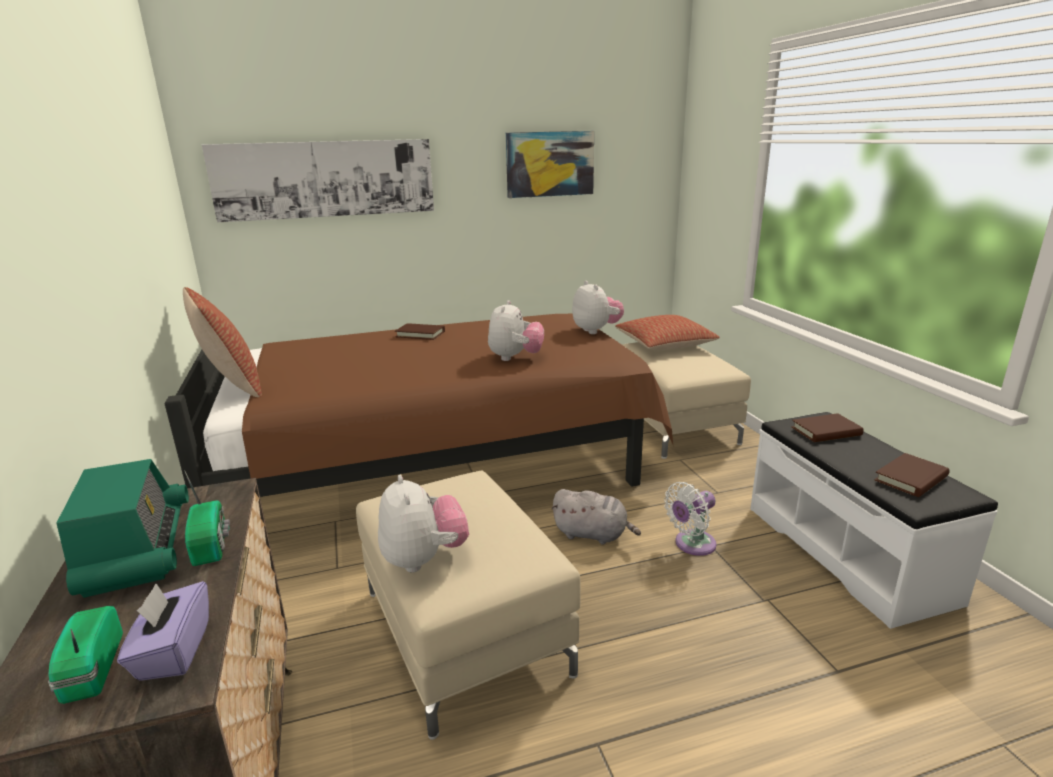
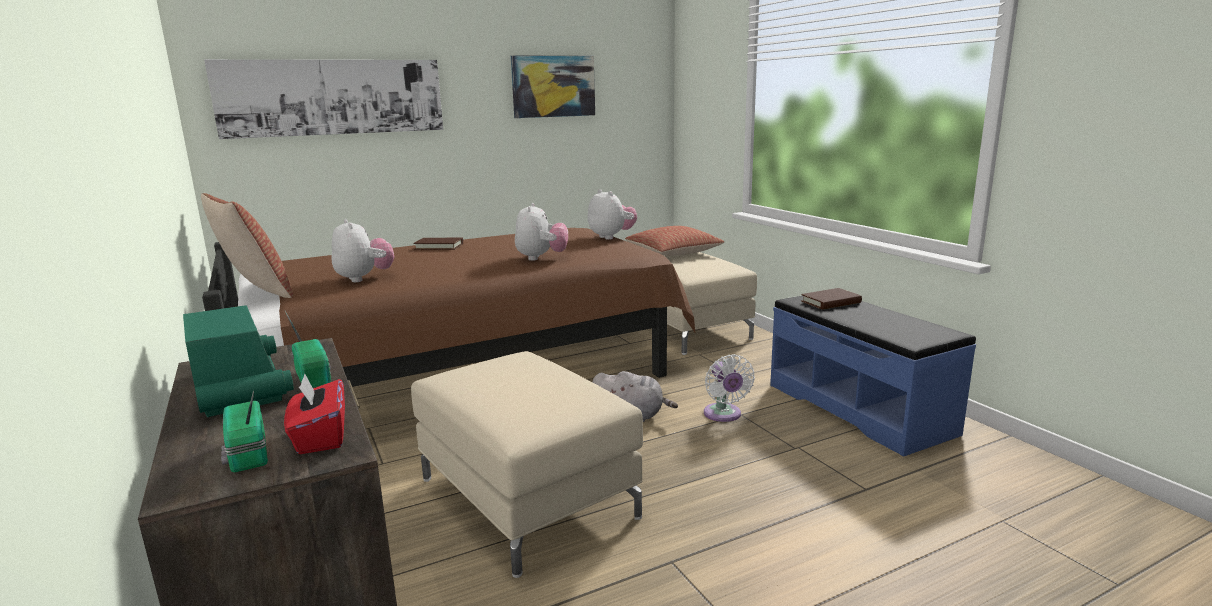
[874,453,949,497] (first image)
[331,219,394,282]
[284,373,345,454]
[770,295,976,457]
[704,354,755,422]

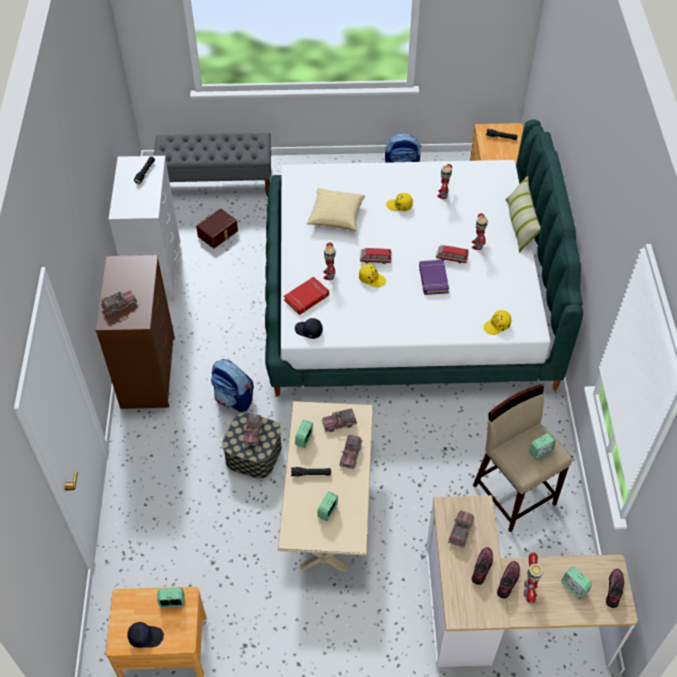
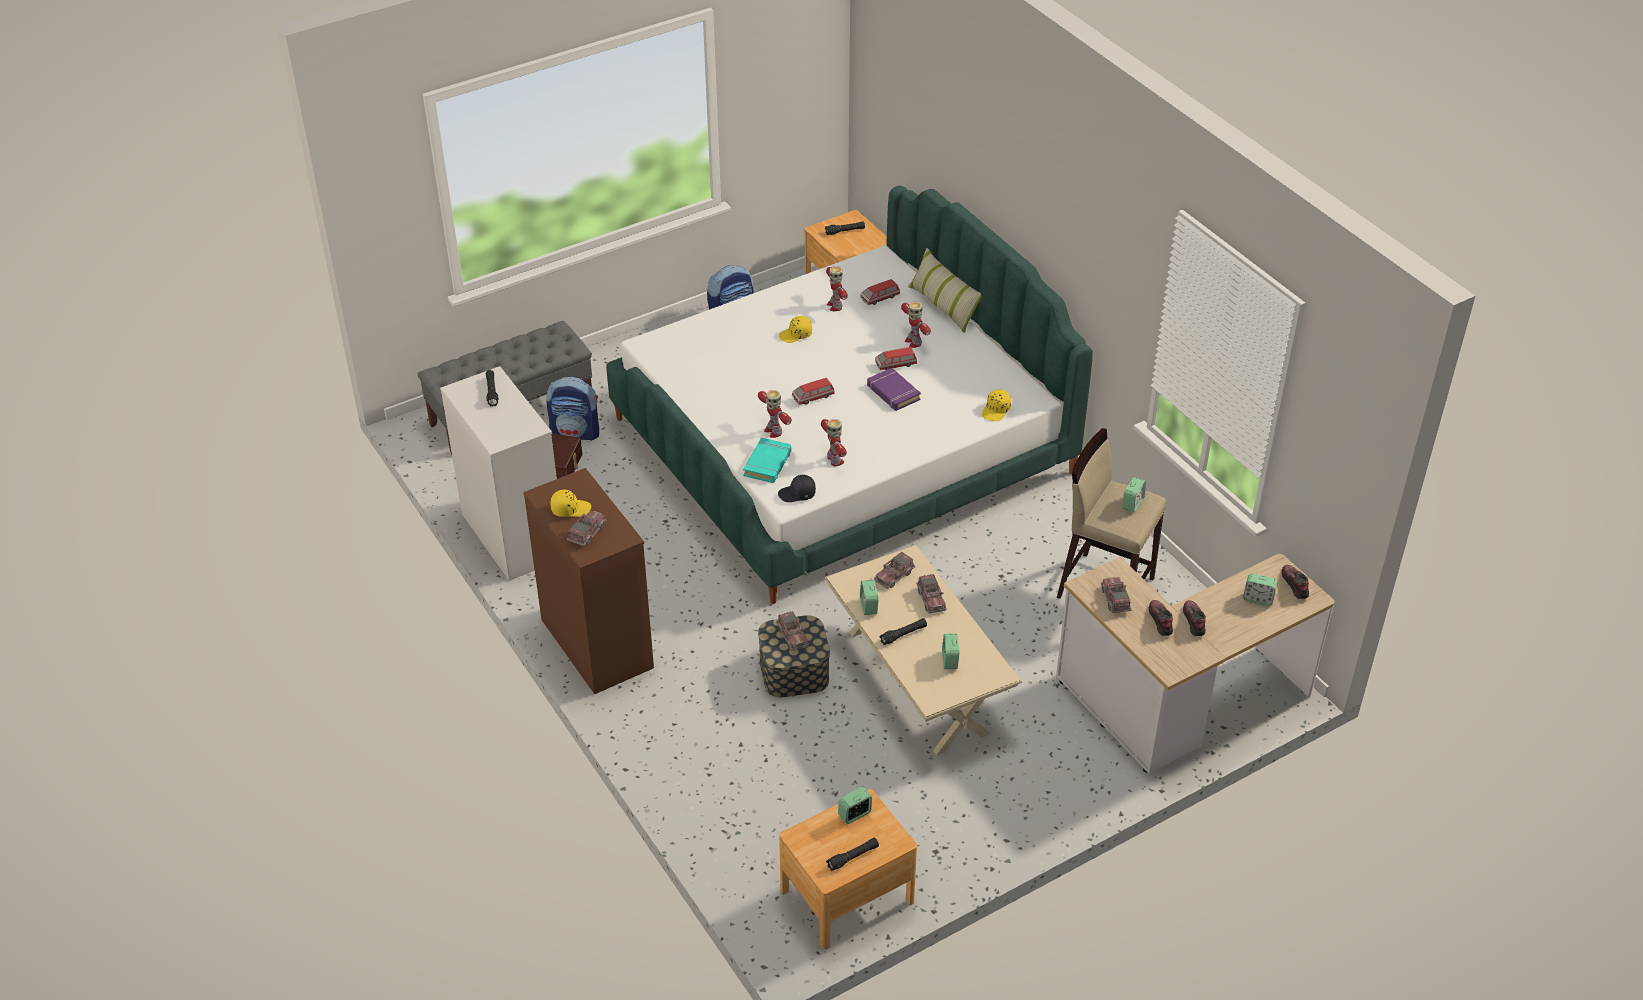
[307,188,365,231] (first image)
[860,279,900,305]
[546,376,599,441]
[550,490,591,517]
[821,419,847,466]
[826,838,879,871]
[743,437,791,483]

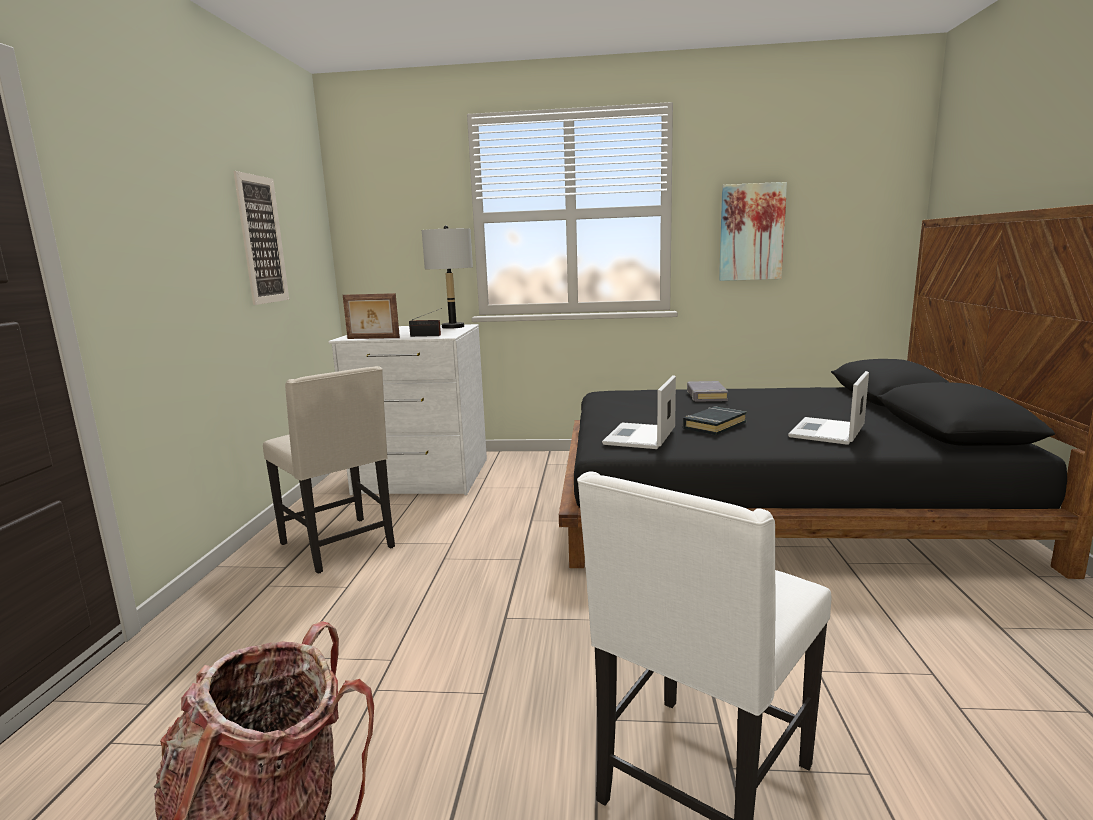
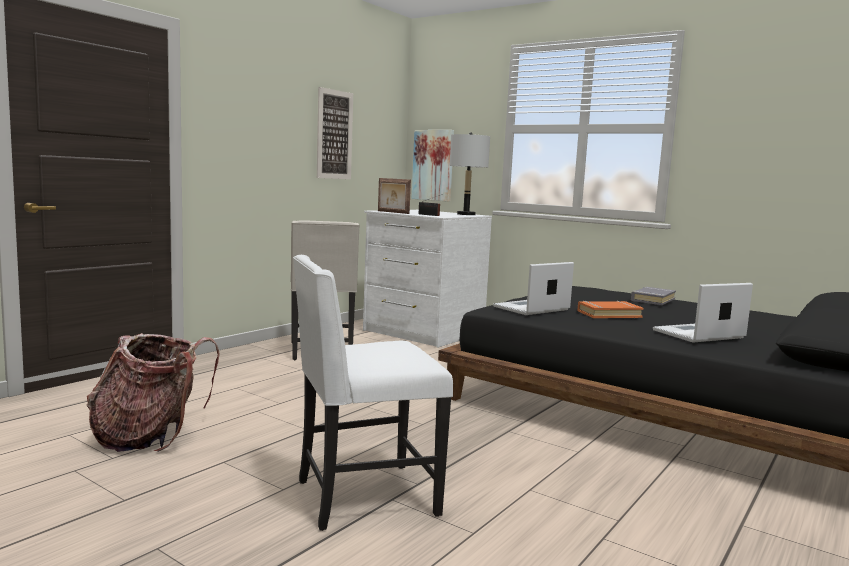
[411,130,454,202]
[577,301,643,318]

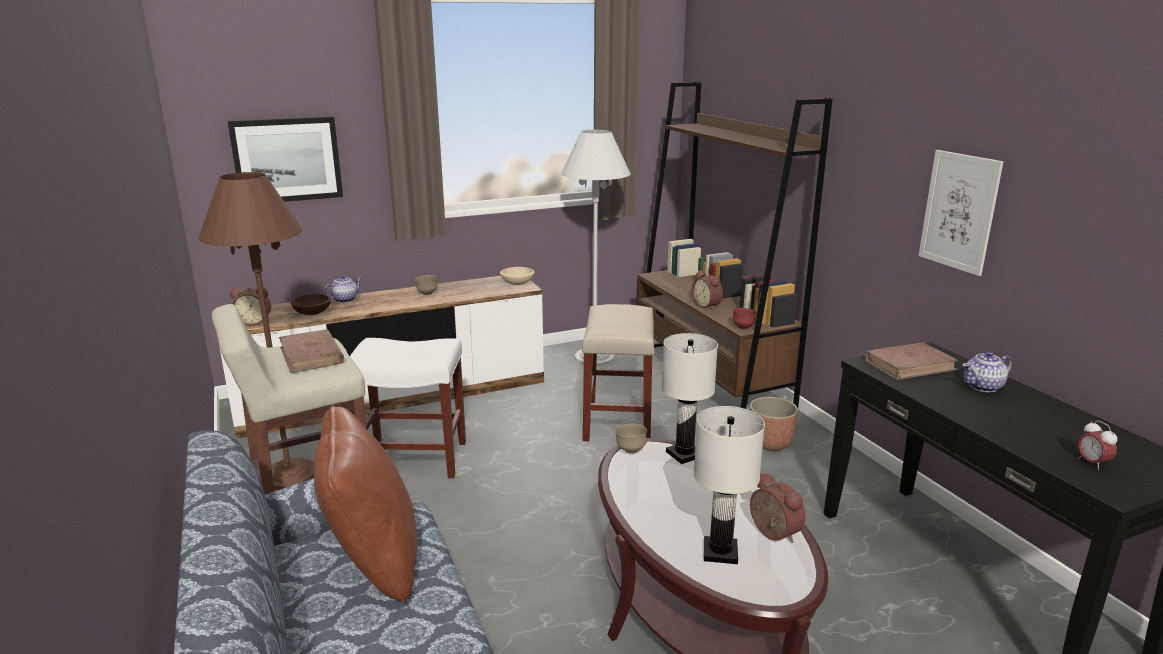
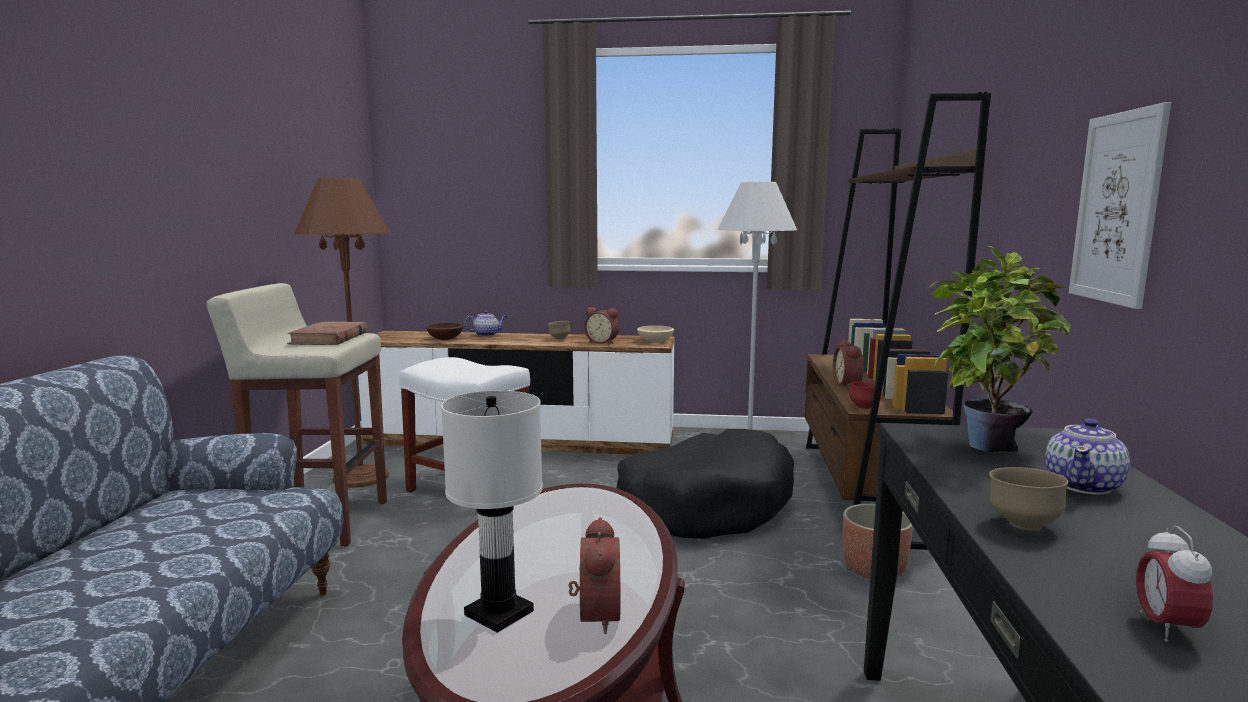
[228,117,343,202] (first image)
[313,406,417,603] (first image)
[662,333,718,464] (first image)
[584,307,619,344]
[989,467,1068,530]
[617,429,794,539]
[929,246,1071,452]
[1045,418,1130,495]

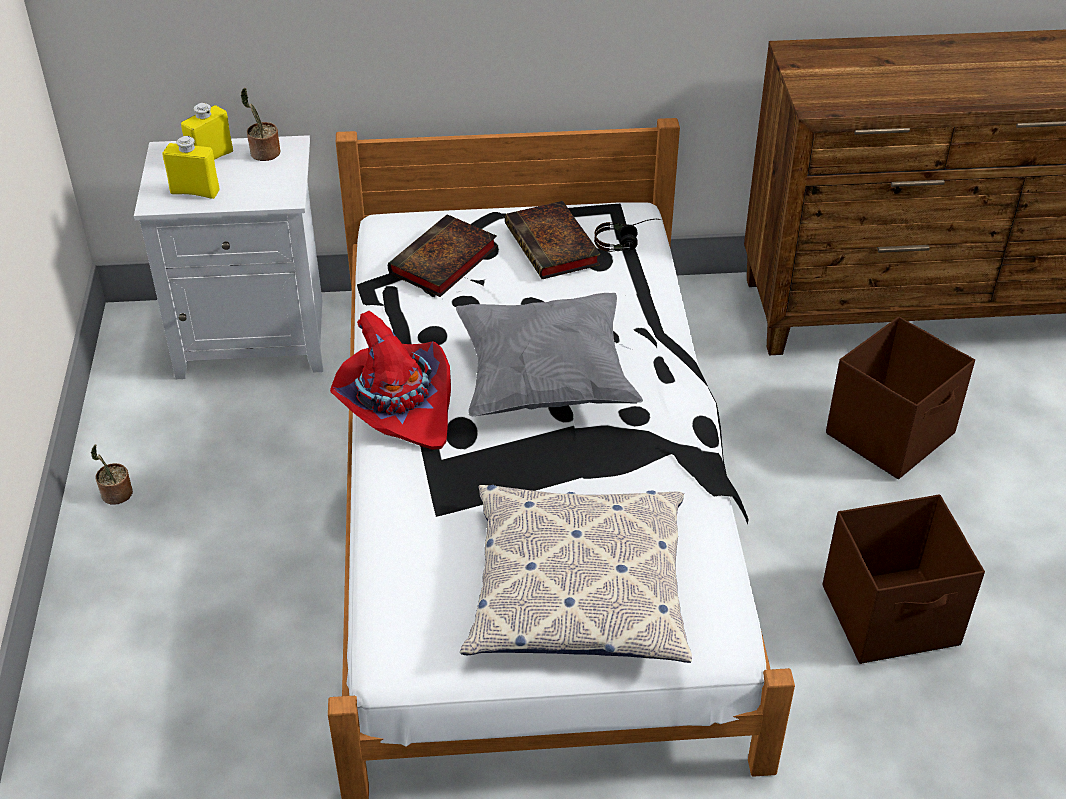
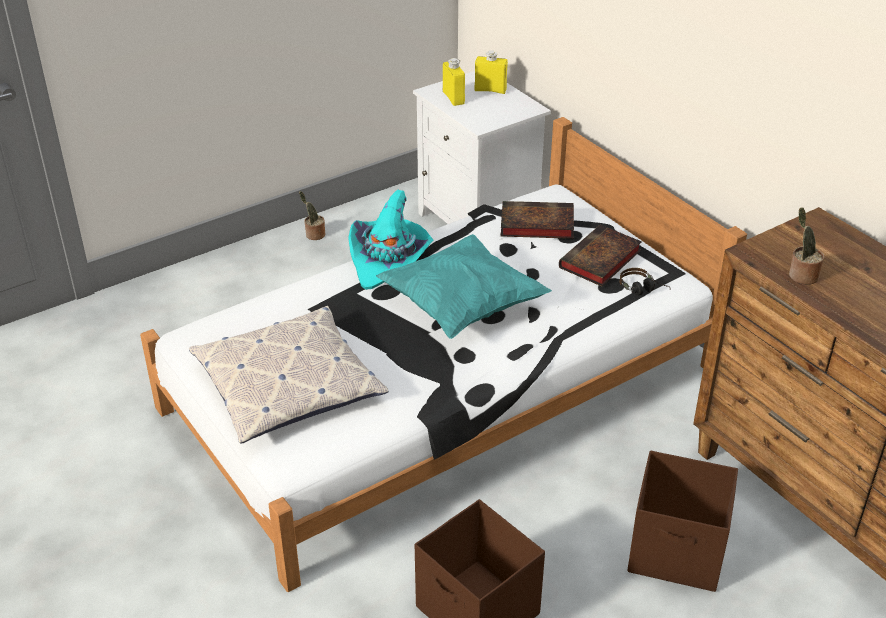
[789,207,824,285]
[348,189,433,290]
[376,234,552,339]

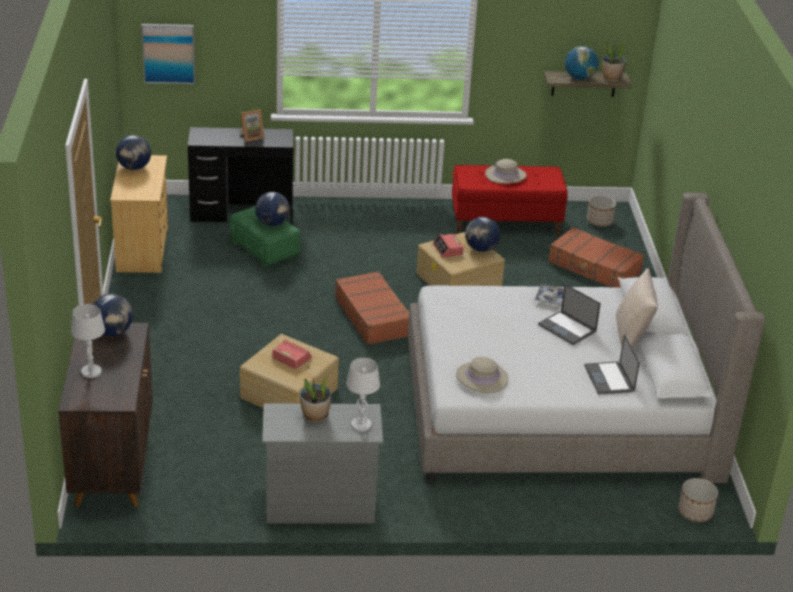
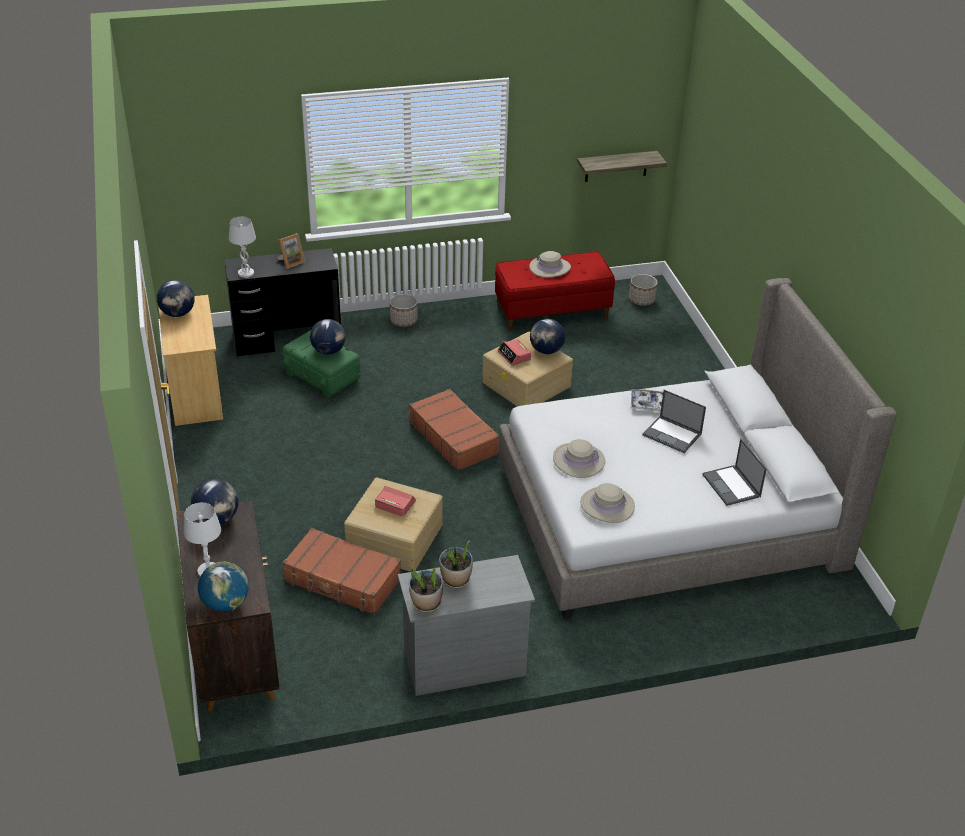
[141,24,195,84] (first image)
[616,268,658,349] (first image)
[553,439,605,478]
[229,217,256,278]
[282,528,401,615]
[198,561,248,612]
[409,568,443,613]
[390,294,418,327]

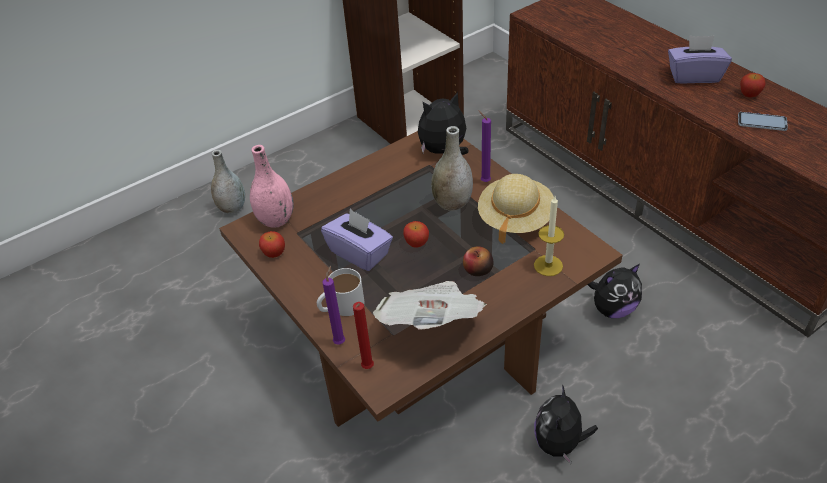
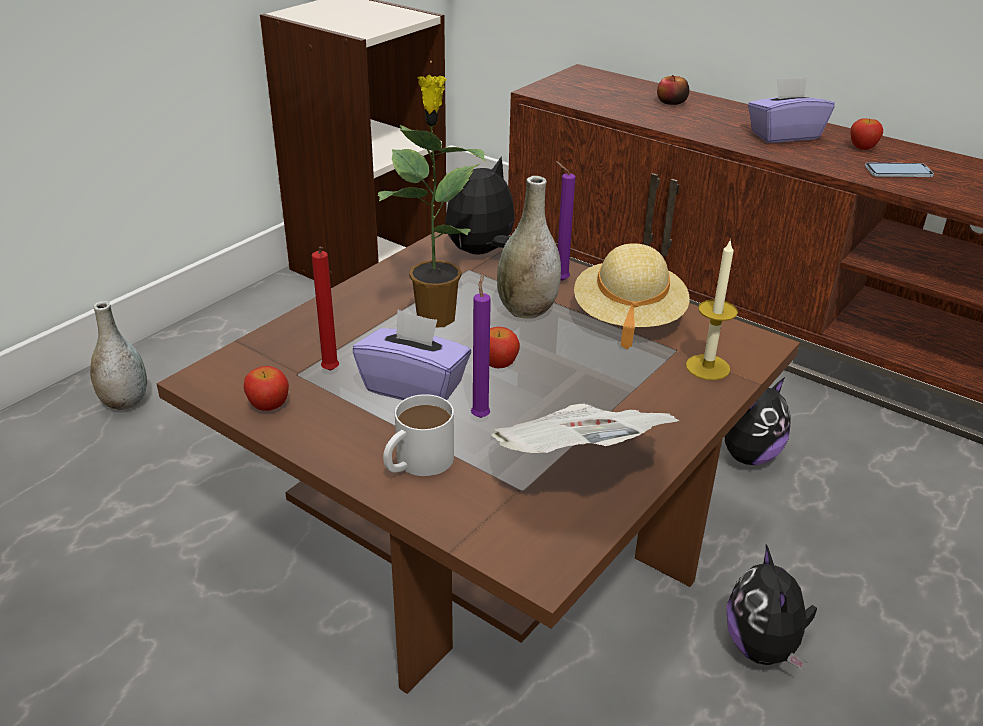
[250,145,294,228] (first image)
[377,75,486,327]
[471,274,491,418]
[312,247,339,371]
[657,75,689,105]

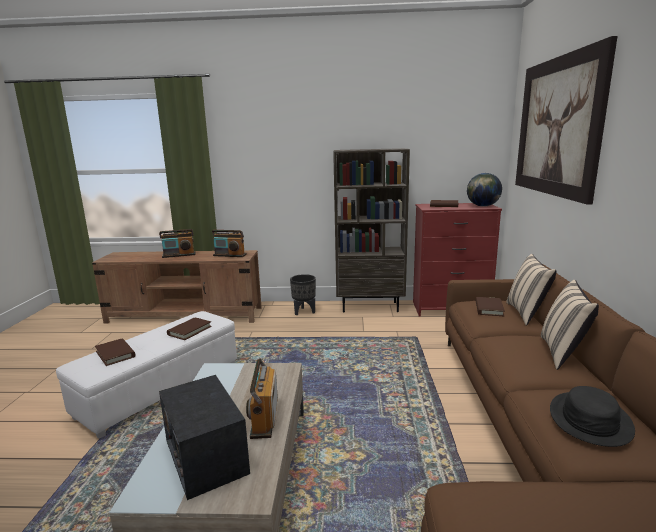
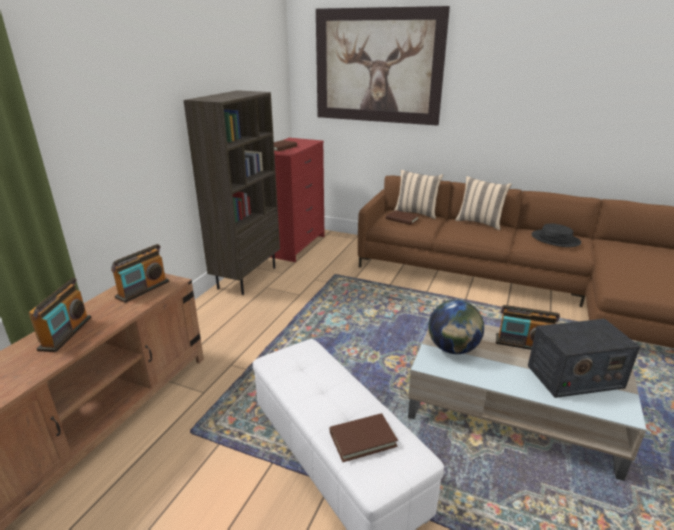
[167,317,212,340] (first image)
[290,274,316,315] (first image)
[428,300,484,354]

